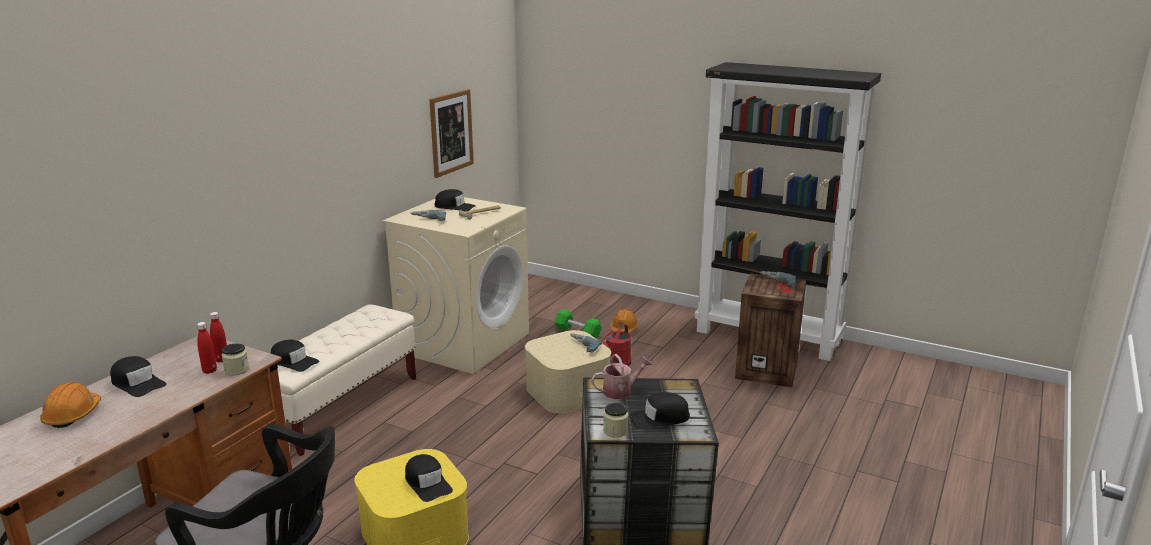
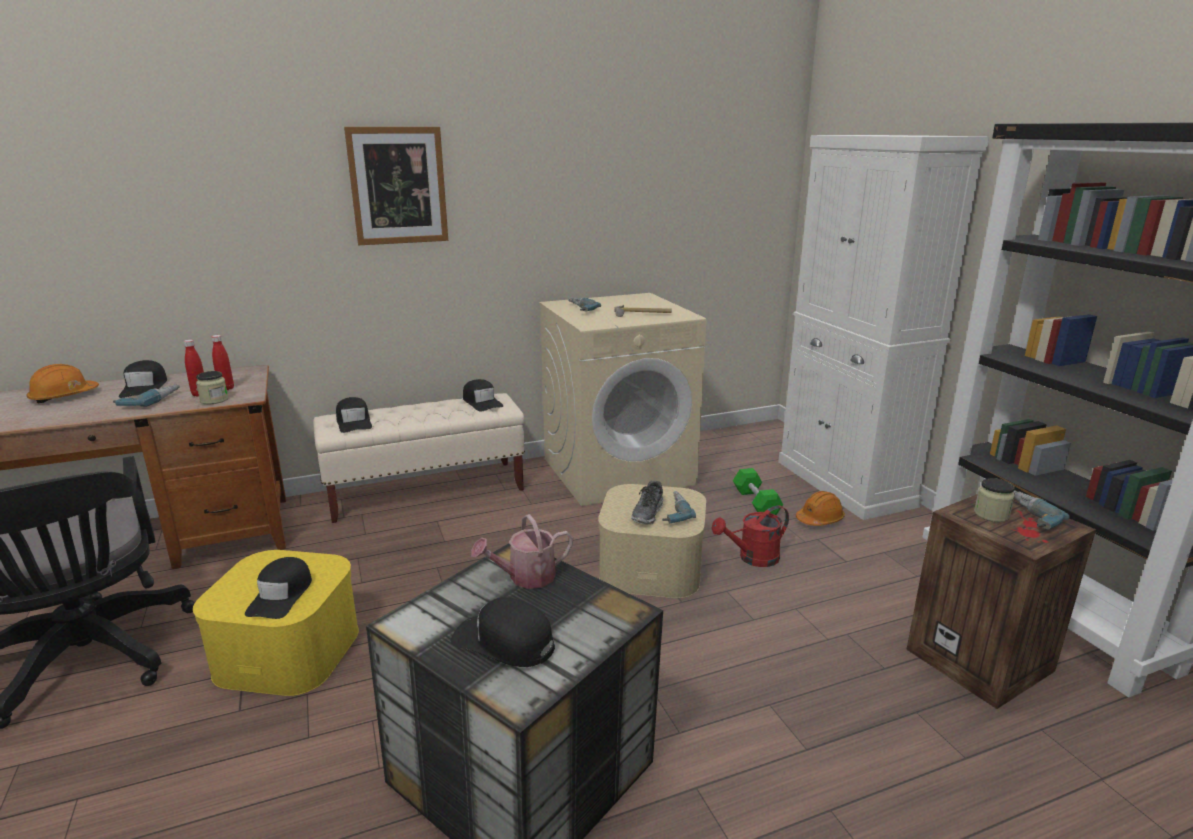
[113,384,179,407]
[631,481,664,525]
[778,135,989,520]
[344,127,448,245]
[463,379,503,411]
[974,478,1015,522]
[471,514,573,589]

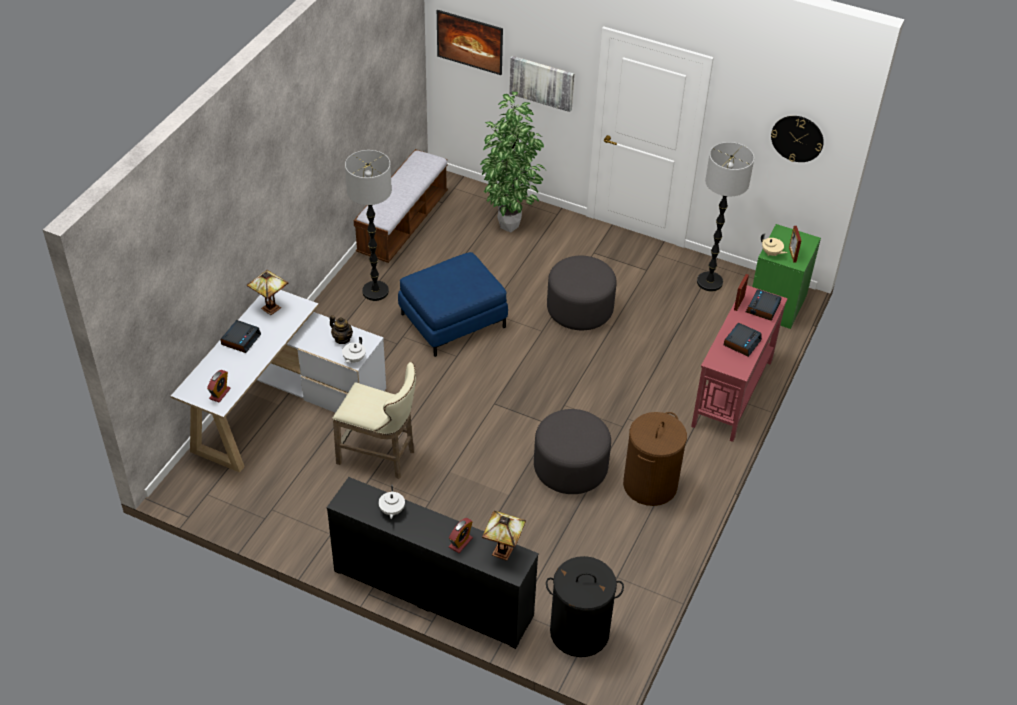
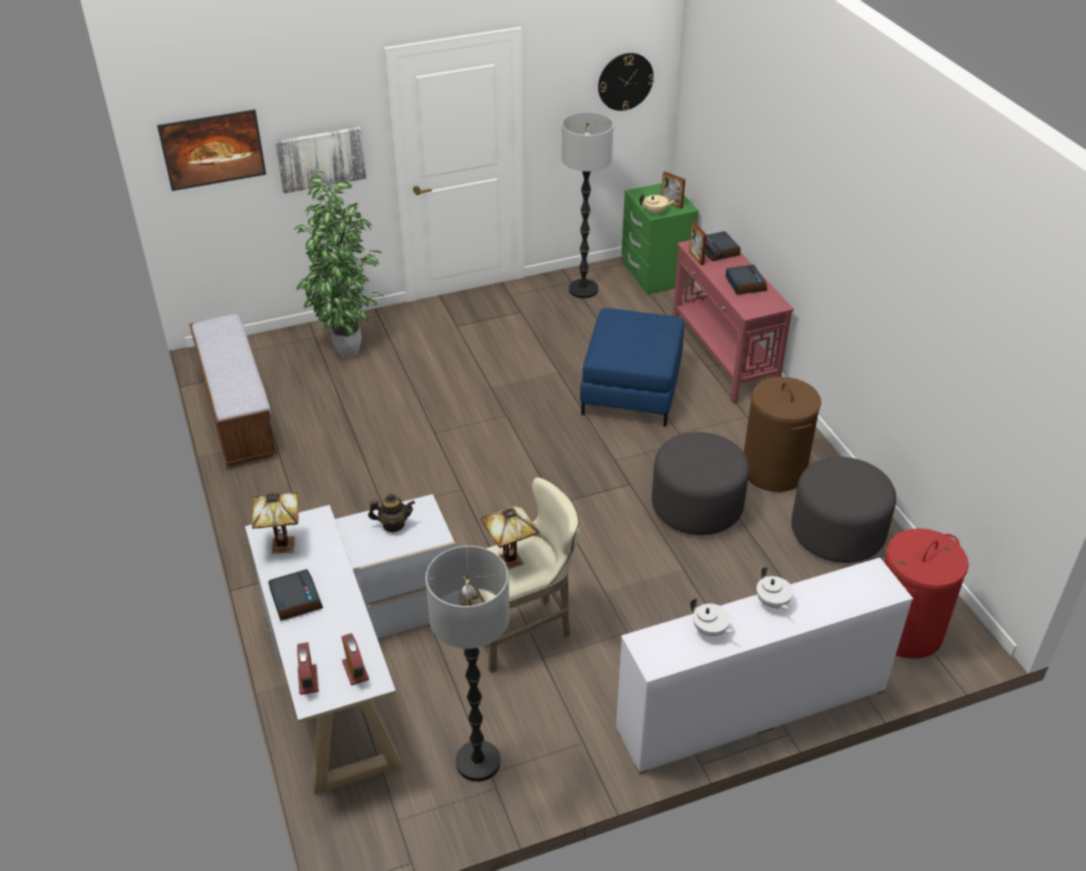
[756,567,793,610]
[426,546,510,782]
[580,308,684,427]
[297,642,319,695]
[481,505,539,569]
[791,457,896,563]
[616,558,913,774]
[884,528,969,659]

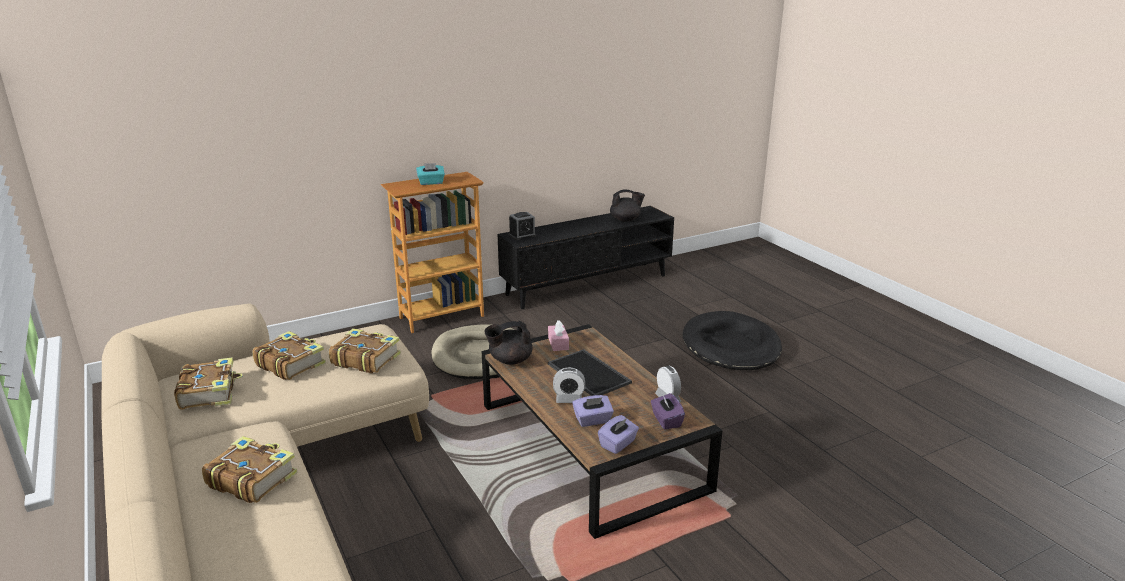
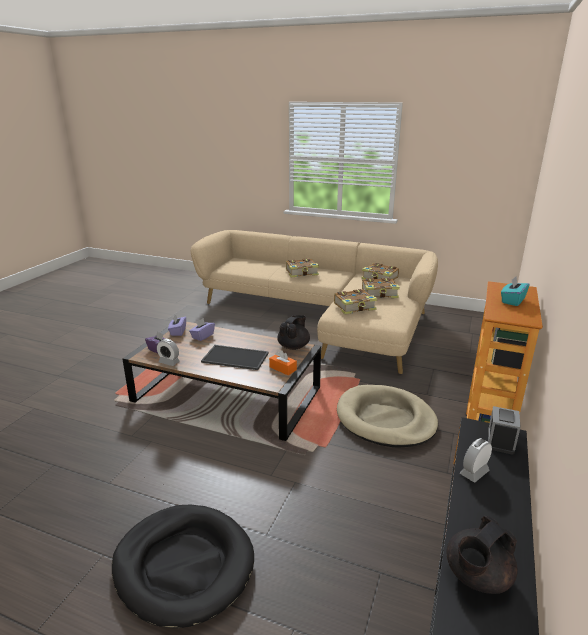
[460,438,492,482]
[269,350,297,375]

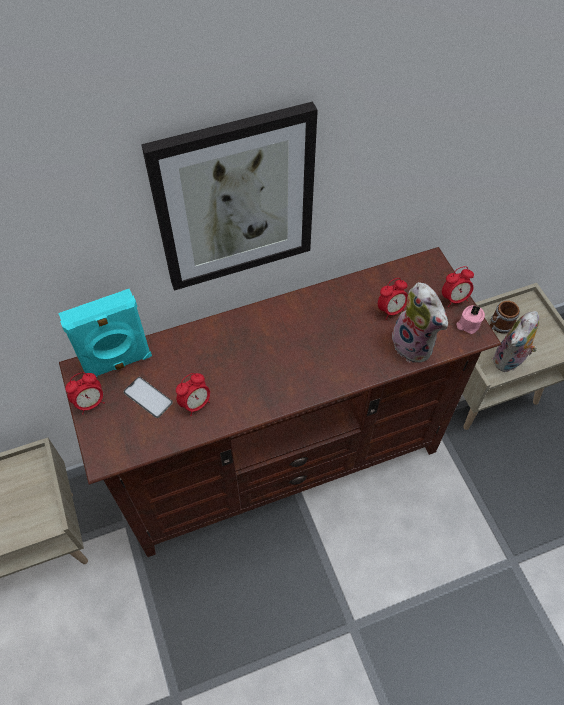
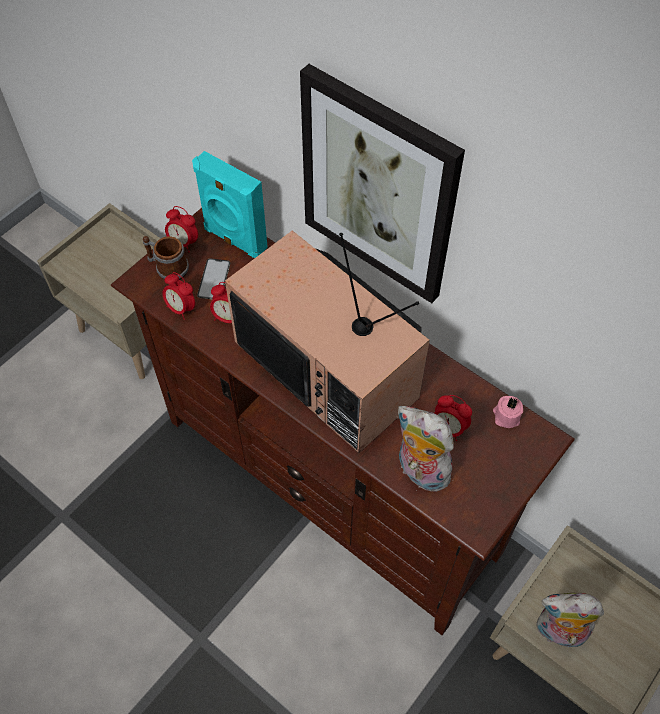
[225,230,430,453]
[162,272,195,320]
[493,396,523,428]
[143,236,189,280]
[398,406,454,492]

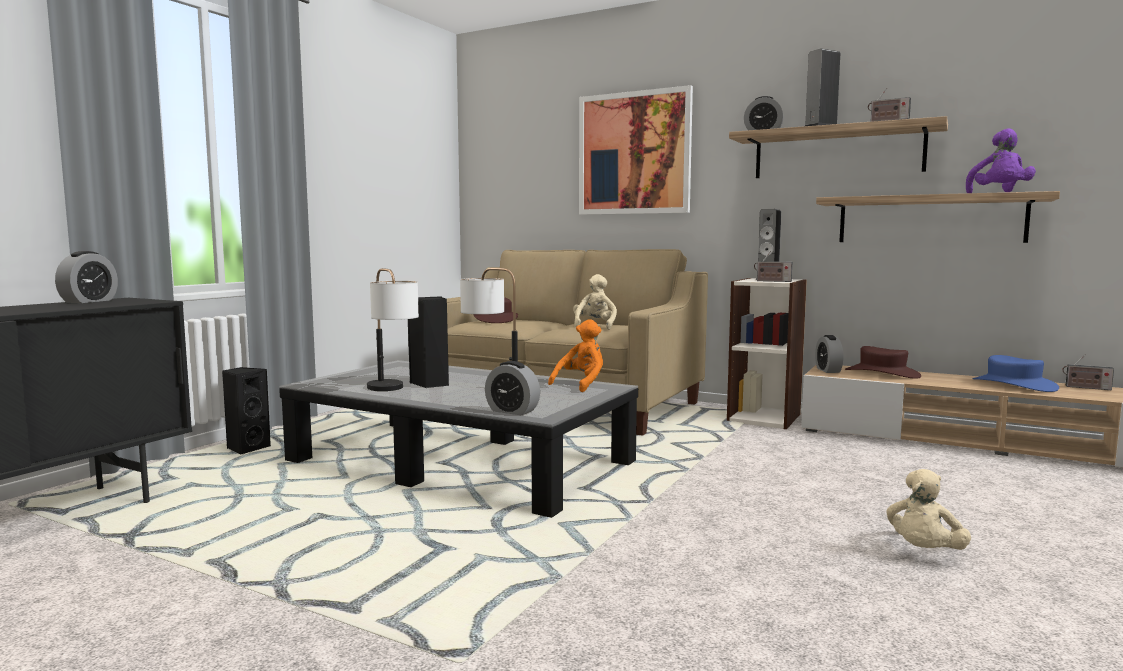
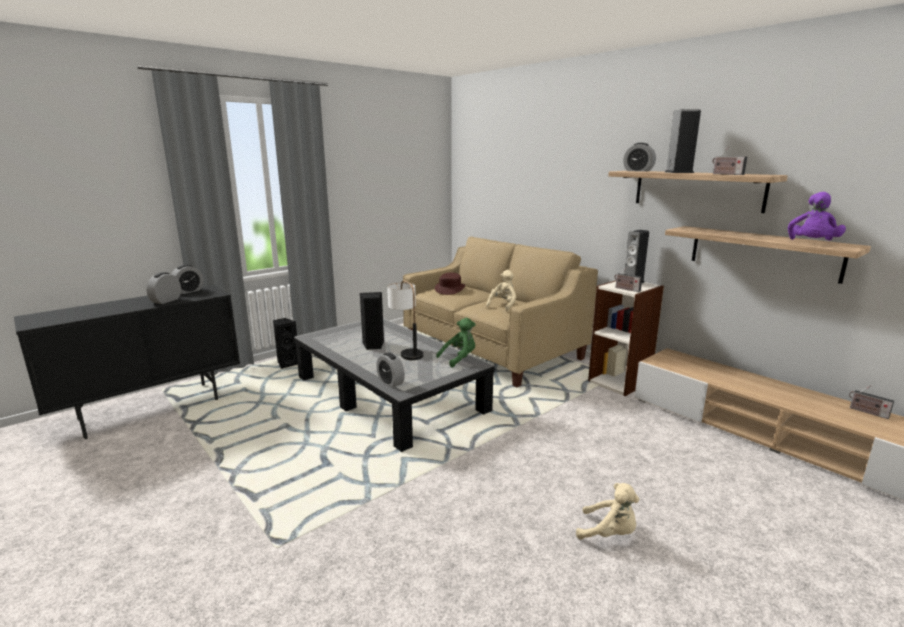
[367,268,419,391] (first image)
[579,85,693,215] (first image)
[845,346,921,379] (first image)
[972,355,1059,392] (first image)
[146,272,181,304]
[436,318,476,368]
[576,483,639,539]

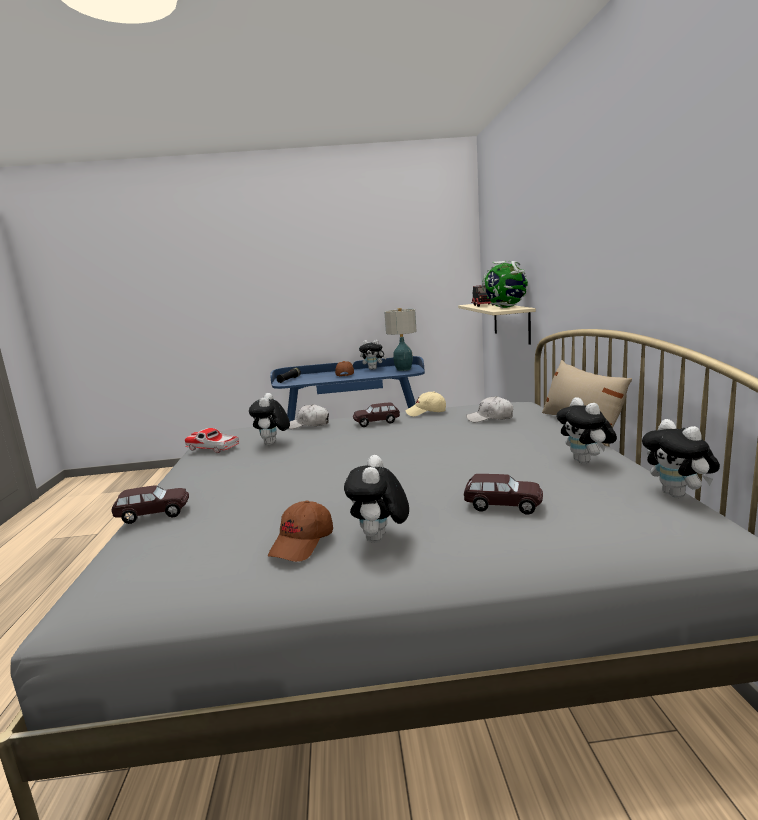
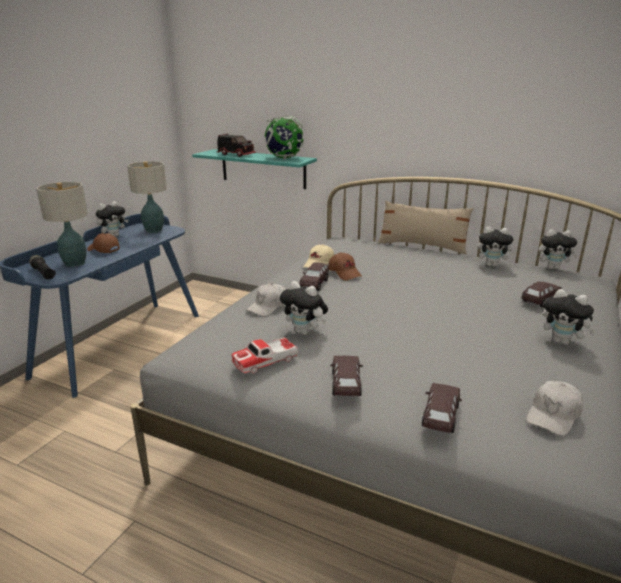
[37,182,88,267]
[330,356,363,396]
[328,252,362,280]
[526,381,583,436]
[192,149,317,189]

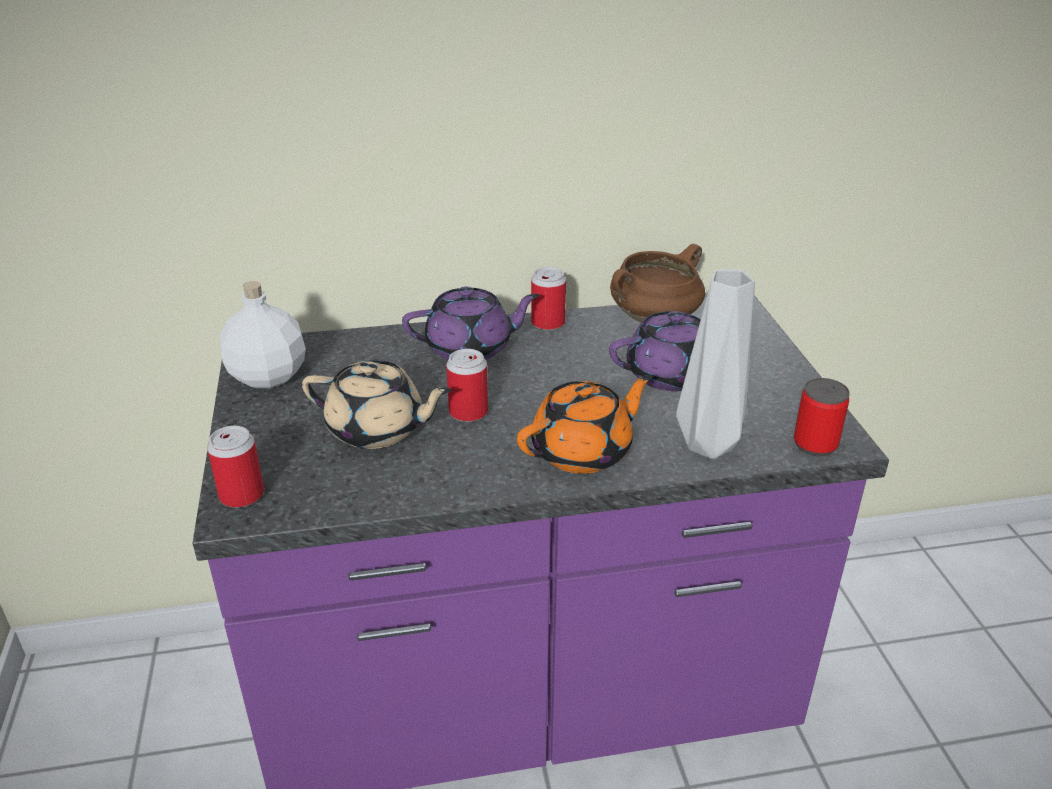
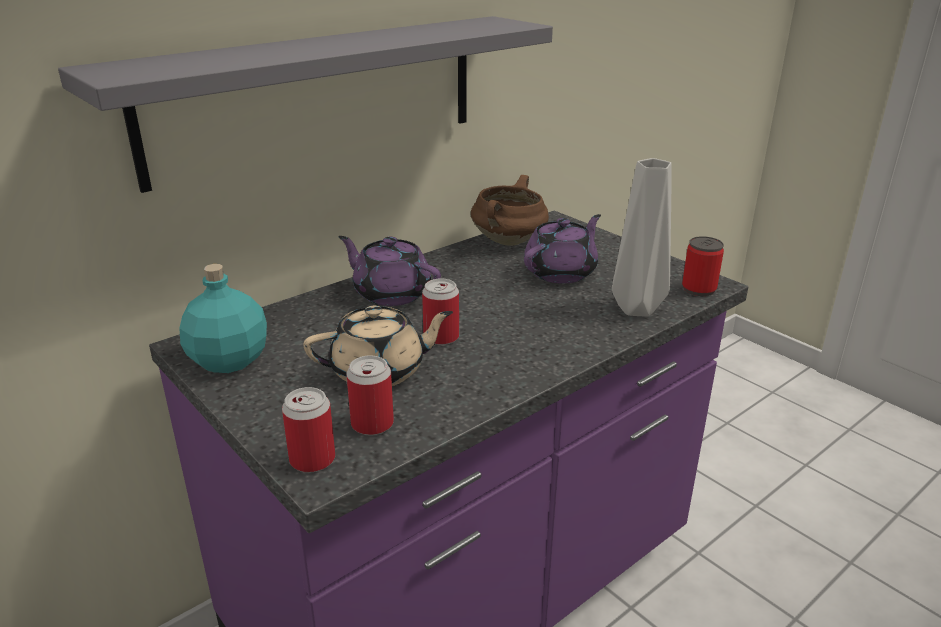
[517,375,652,474] (first image)
[58,16,553,193]
[346,355,394,435]
[179,264,267,373]
[339,236,441,306]

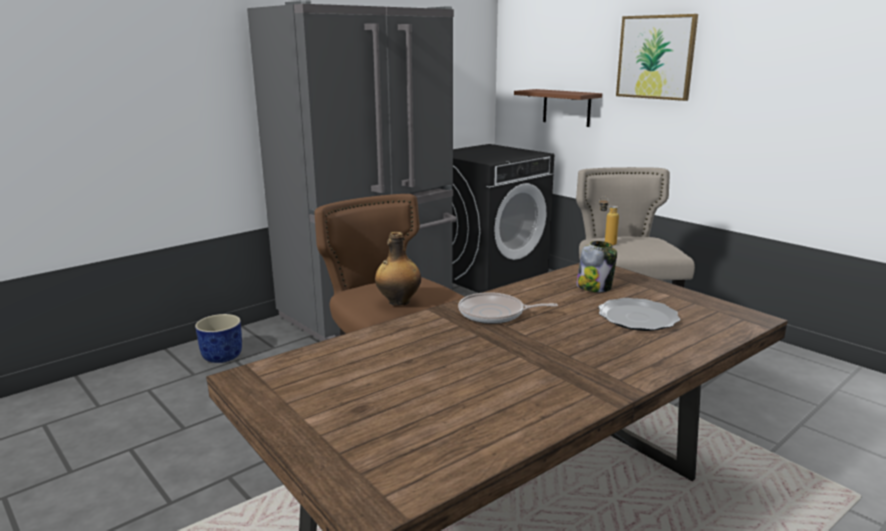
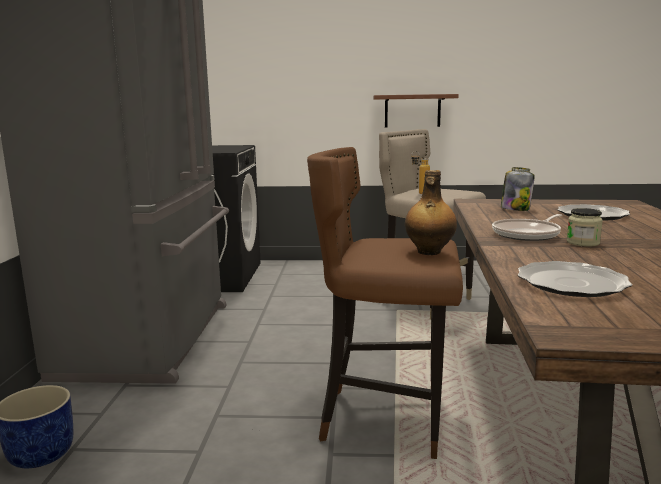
[616,14,698,101] (first image)
[518,261,632,297]
[567,208,603,246]
[373,94,459,127]

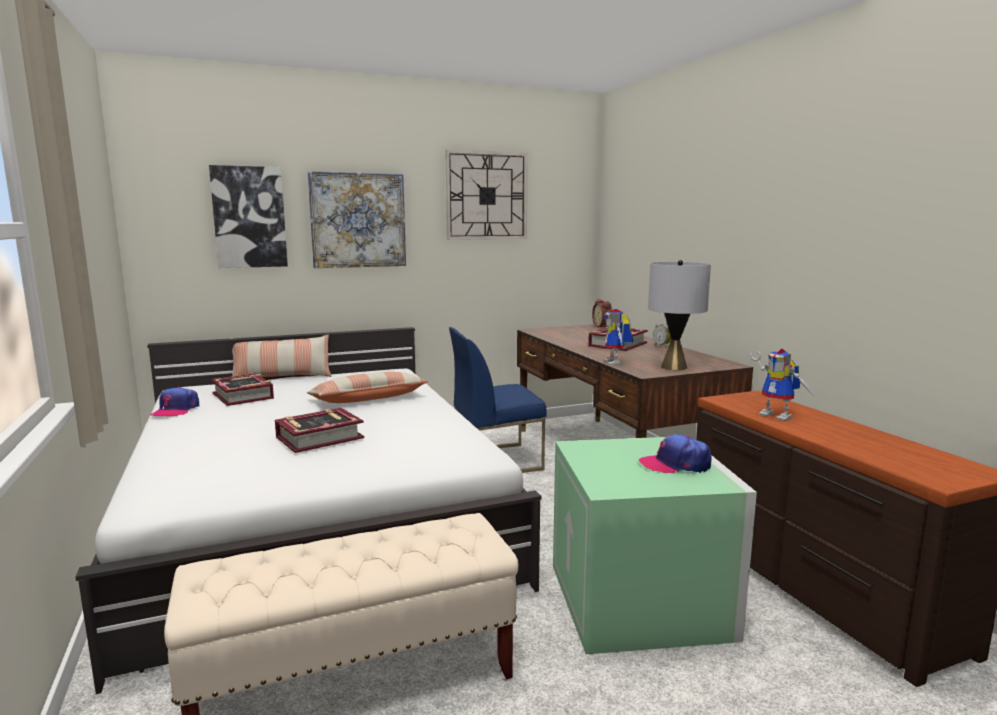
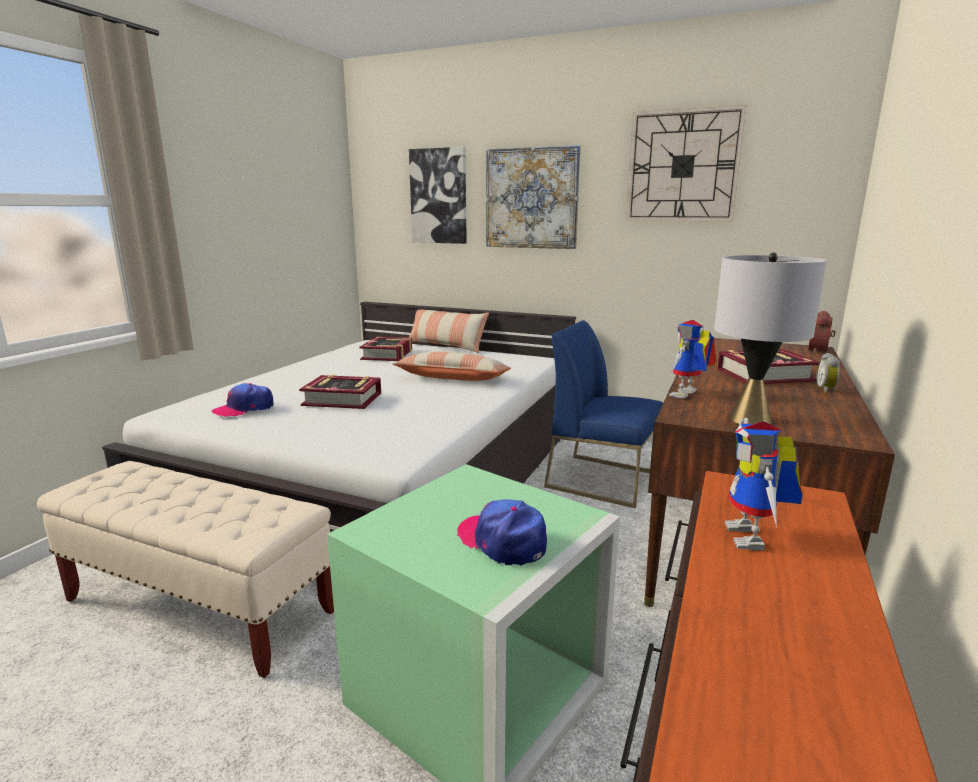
[211,383,274,417]

